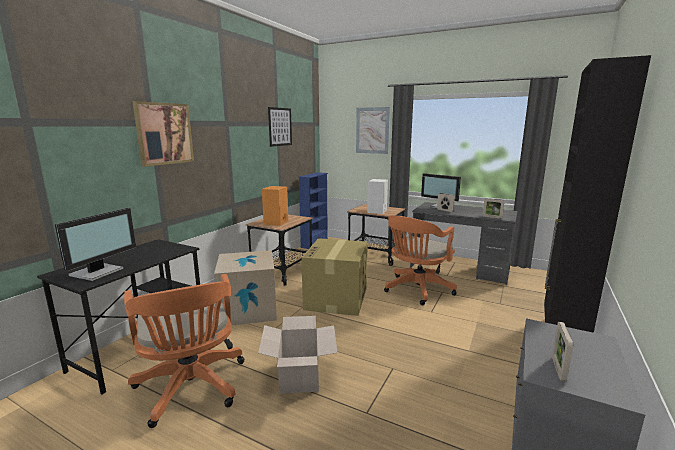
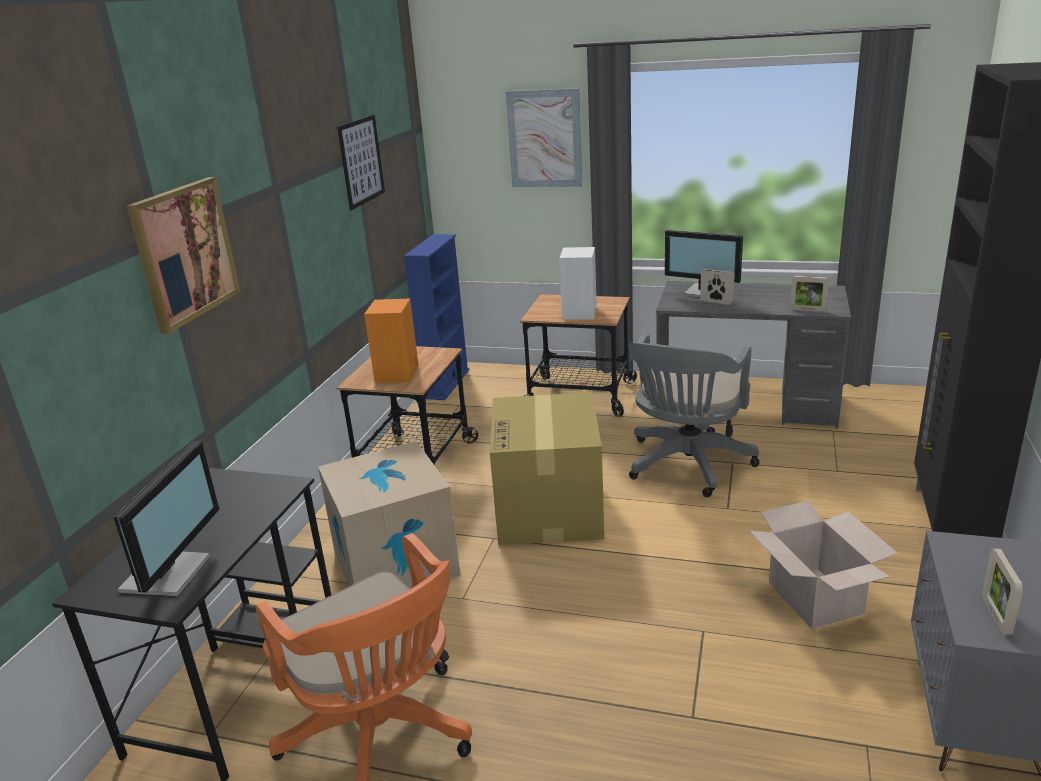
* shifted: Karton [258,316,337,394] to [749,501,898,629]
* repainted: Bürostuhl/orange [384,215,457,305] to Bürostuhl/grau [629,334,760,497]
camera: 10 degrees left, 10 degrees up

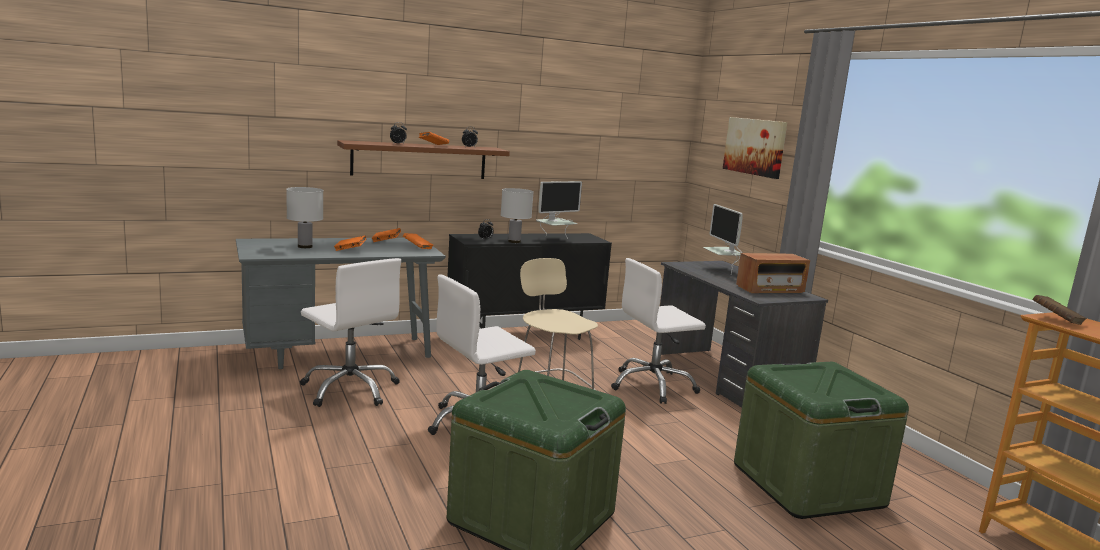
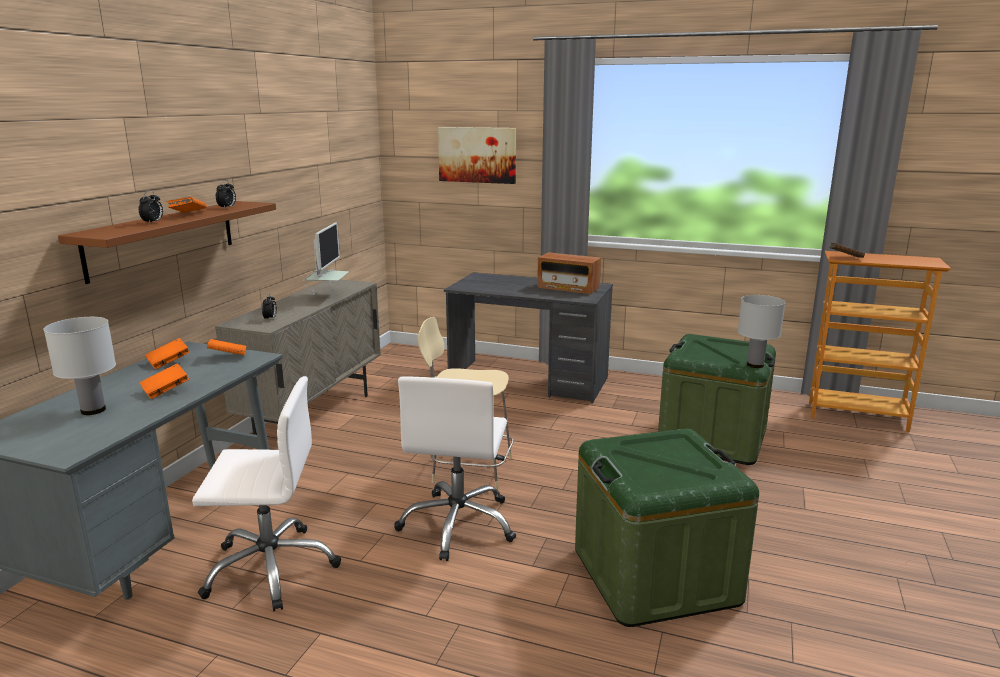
* repainted: Schrank/schwarz [447,233,612,340] to Schrank/beige [215,280,381,435]
* shifted: Tischlampe/weiß [501,188,534,243] to [738,295,786,368]
* gone: Bürostuhl/weiß [611,258,706,404]
* gone: Monitor [703,204,743,274]
* rotated: Radio [736,253,810,293] = [537,252,601,294] 90 degrees clockwise
camera: 45 degrees left, 5 degrees up

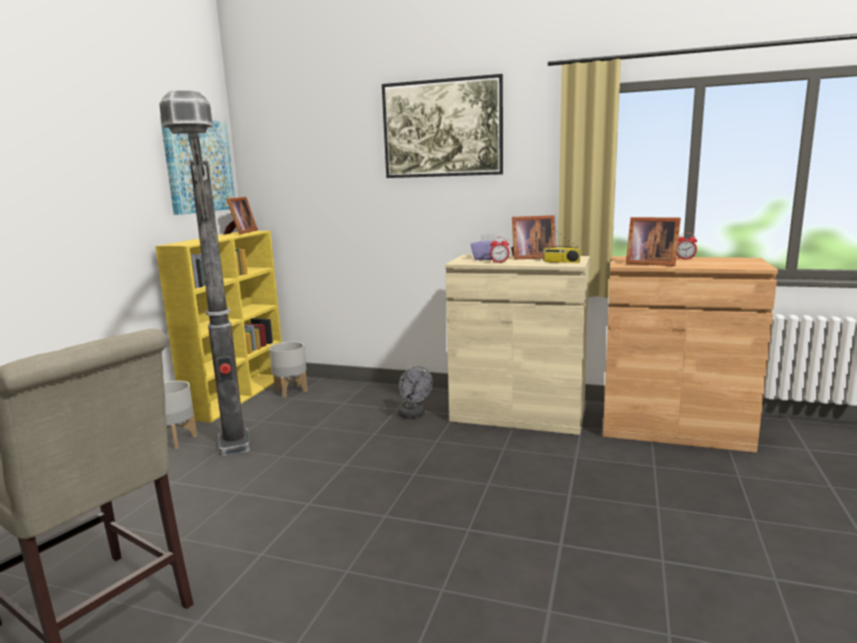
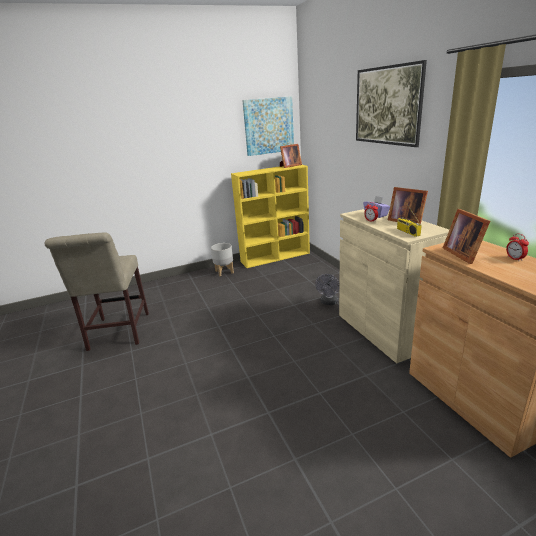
* gone: Stehlampe [159,90,251,456]
* gone: Pflanzkübel/grau [269,342,308,397]
camera: 50 degrees right, 10 degrees up

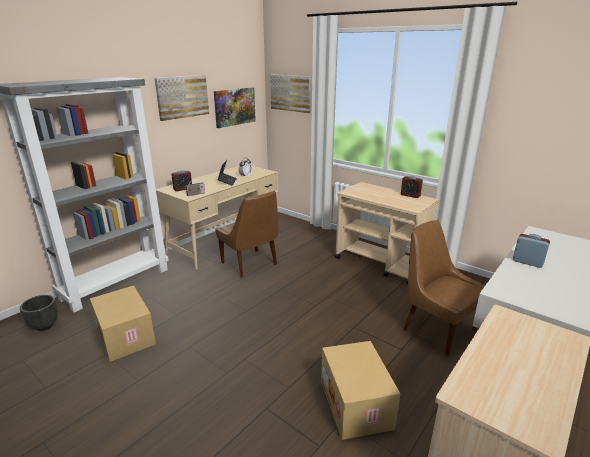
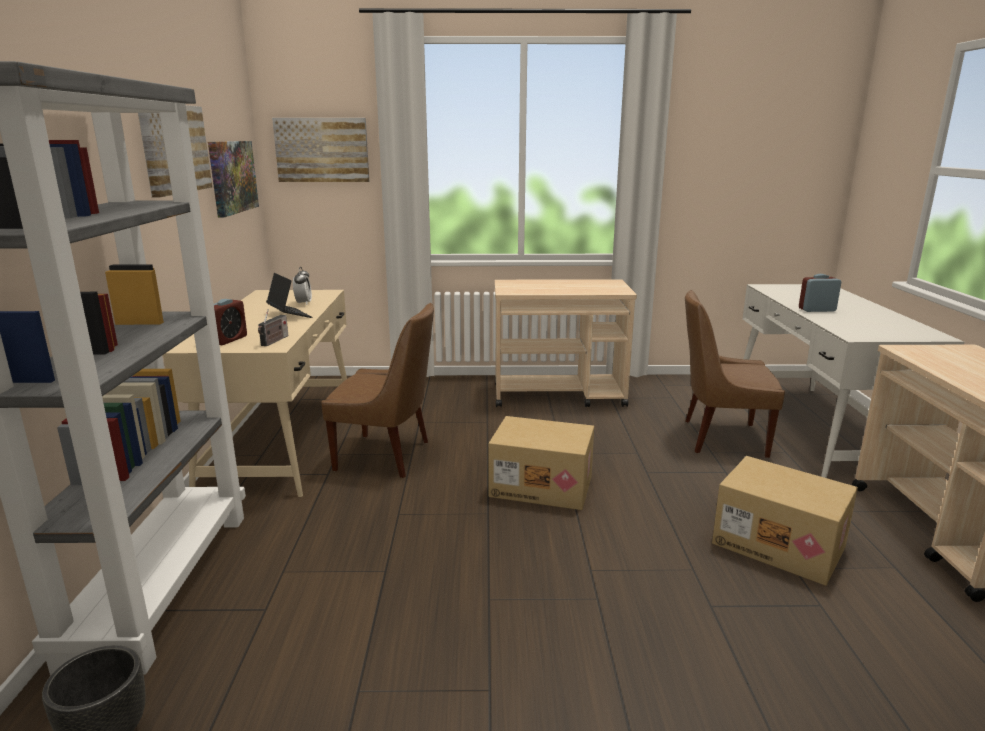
* shifted: Karton [90,286,156,362] to [488,416,594,510]
* gone: Wecker [401,176,423,198]
camera: 40 degrees left, 5 degrees down

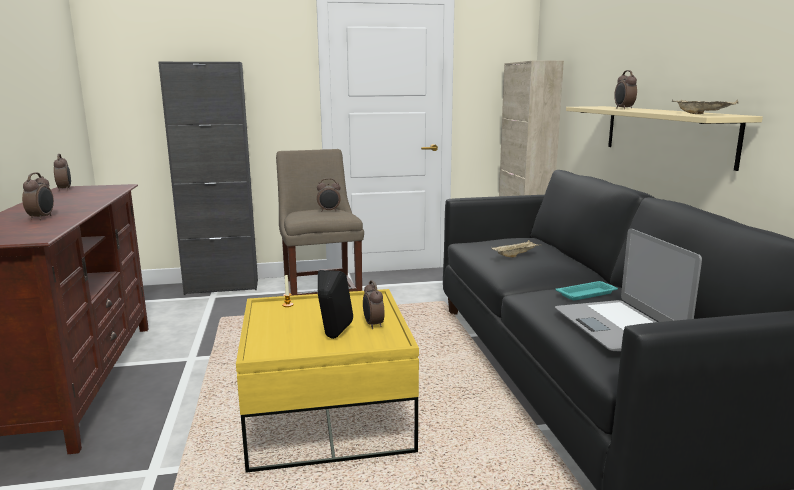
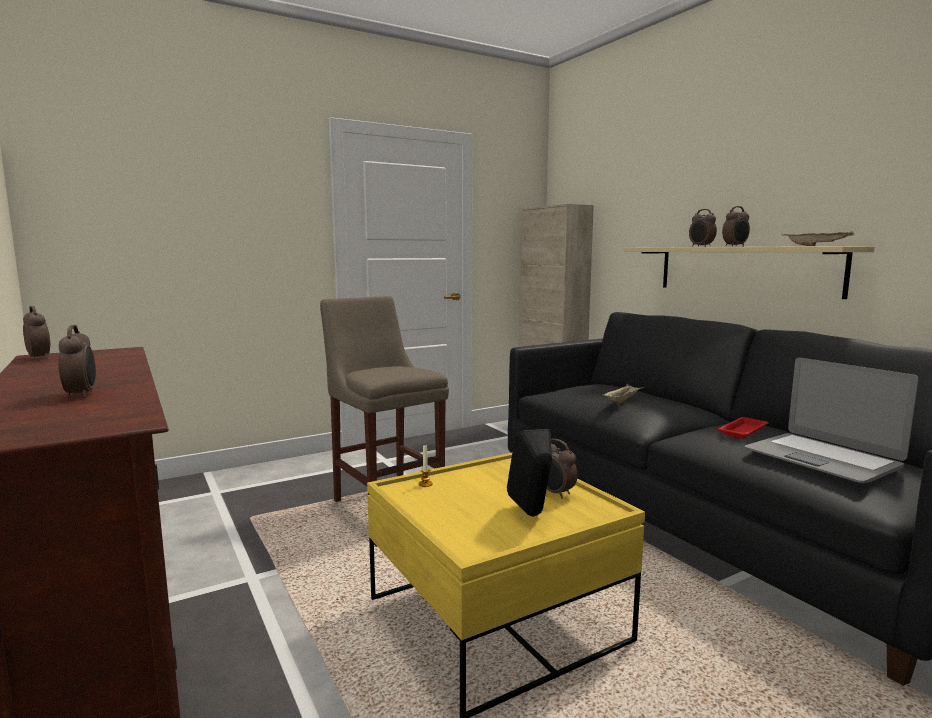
* gone: Schrank/schwarz [158,62,258,295]
* shifted: Wecker [317,178,341,212] to [722,206,750,247]
* repainted: Tablett/türkis [556,281,618,300] to Tablett/rot [718,417,769,439]
camera: 20 degrees left, 5 degrees down

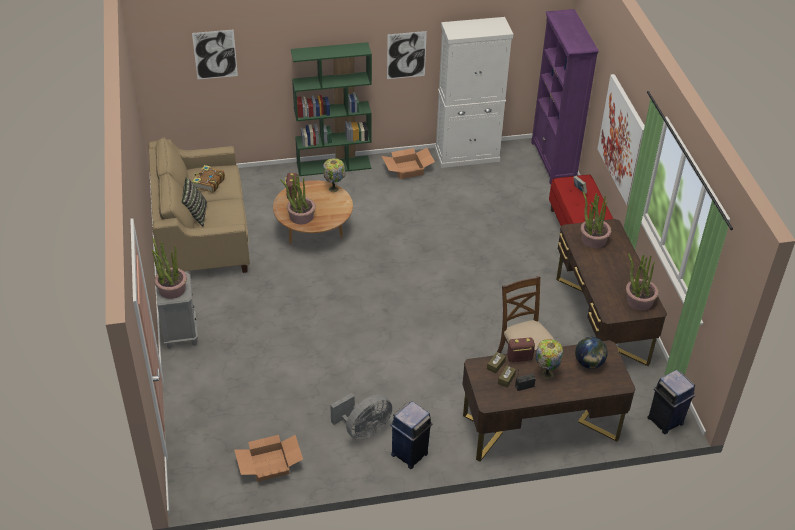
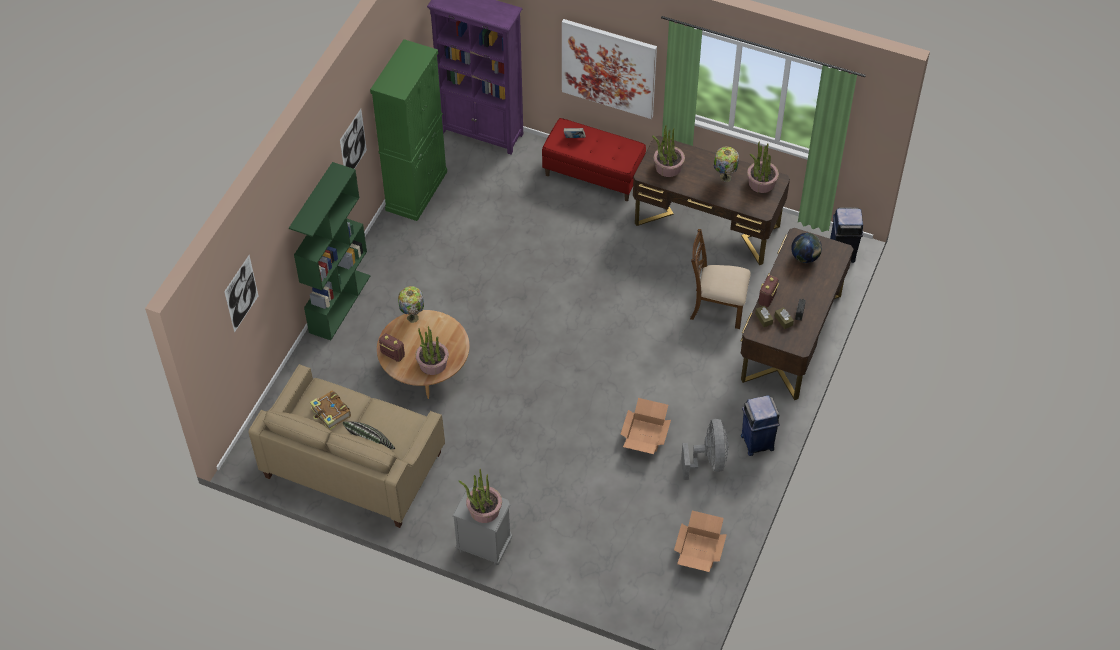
* shifted: Karton [382,148,435,179] to [620,398,671,454]
* repainted: Schrank/weiß [435,17,513,168] to Schrank/grün [370,39,447,221]
* shifted: Tischlampe [535,339,563,379] to [713,146,739,182]
camera: 55 degrees left, 10 degrees up

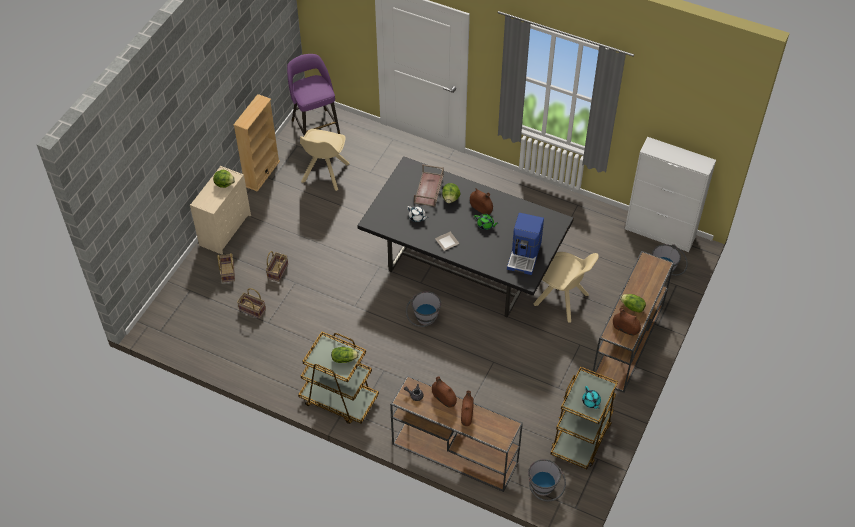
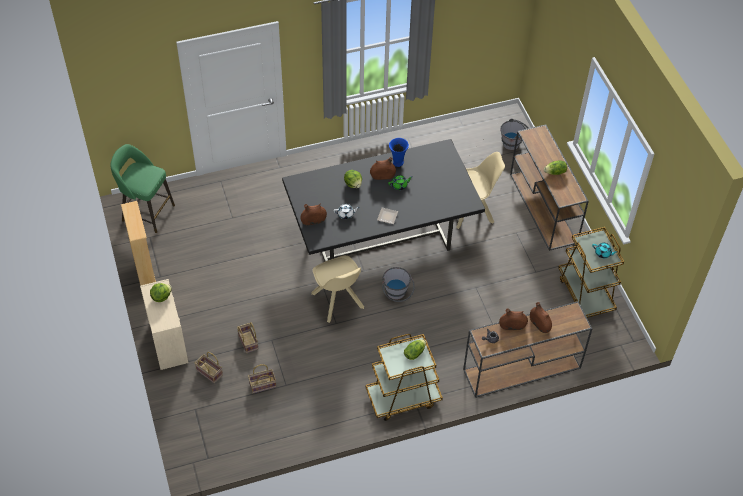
* repainted: Hocker/lila [287,54,340,135] to Hocker/grün [110,144,175,233]
* shifted: Stuhl/beige [300,129,349,191] to [311,255,364,323]
* gone: Tablett/braun [414,164,444,207]
* gone: Kaffeemaschine [507,213,544,275]
* gone: Eimer/grau [528,459,566,502]
* shifted: Vase/braun [613,308,641,336] to [300,203,327,225]
* gone: Schrank/weiß [625,137,716,252]
* new: Vase/blau [389,138,409,167]
camera: 45 degrees left, 0 degrees up

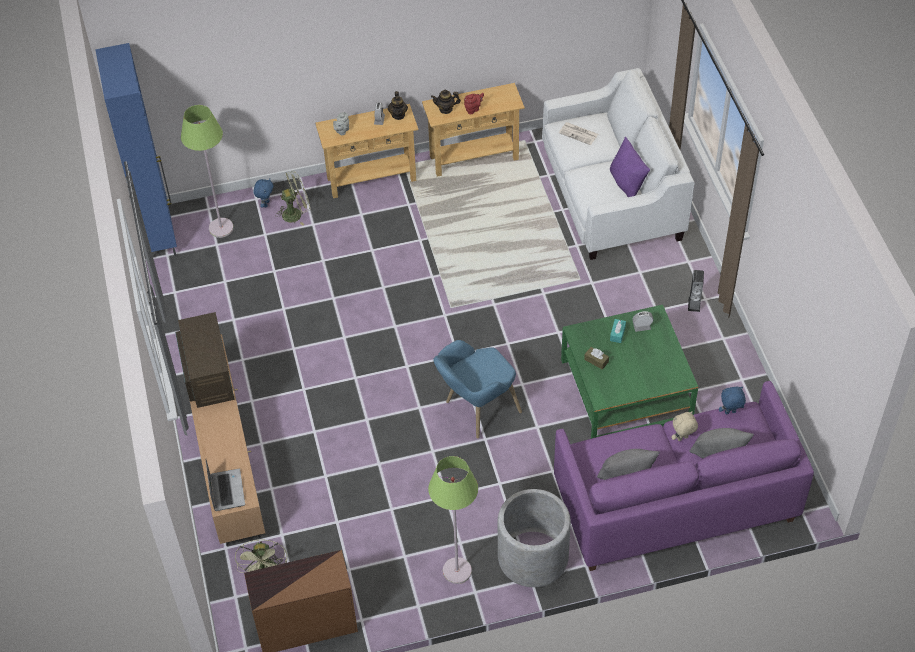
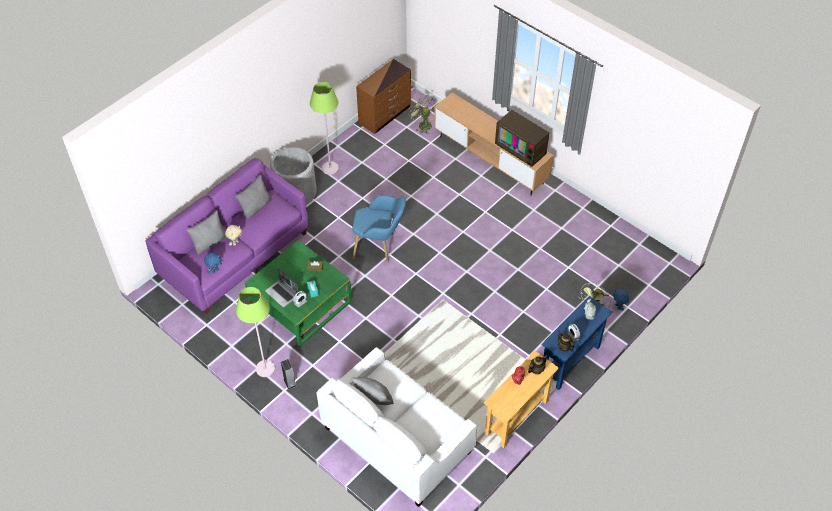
* gone: Schrank/blau [95,43,177,256]
* shifted: Stehlampe/grün [181,105,234,238] to [236,287,275,377]
* shifted: Laptop [206,460,245,511] to [265,268,298,308]
* repainted: Konsolentisch/beige [315,104,418,198] to Konsolentisch/blau [541,296,613,390]
* rotated: Sessel/blau [434,340,522,439] = [352,195,406,262] 75 degrees clockwise
* gone: Zeitung [559,122,598,145]
* repainted: Kissen/lila [610,137,650,197] to Kissen/grau [351,377,394,405]
camera: 145 degrees right, 0 degrees up

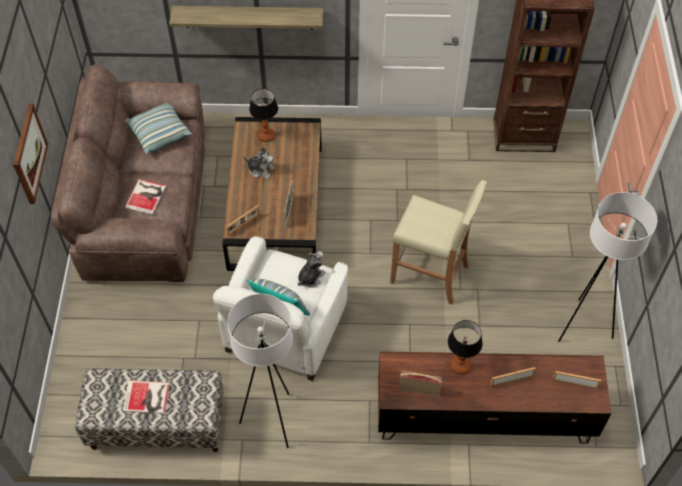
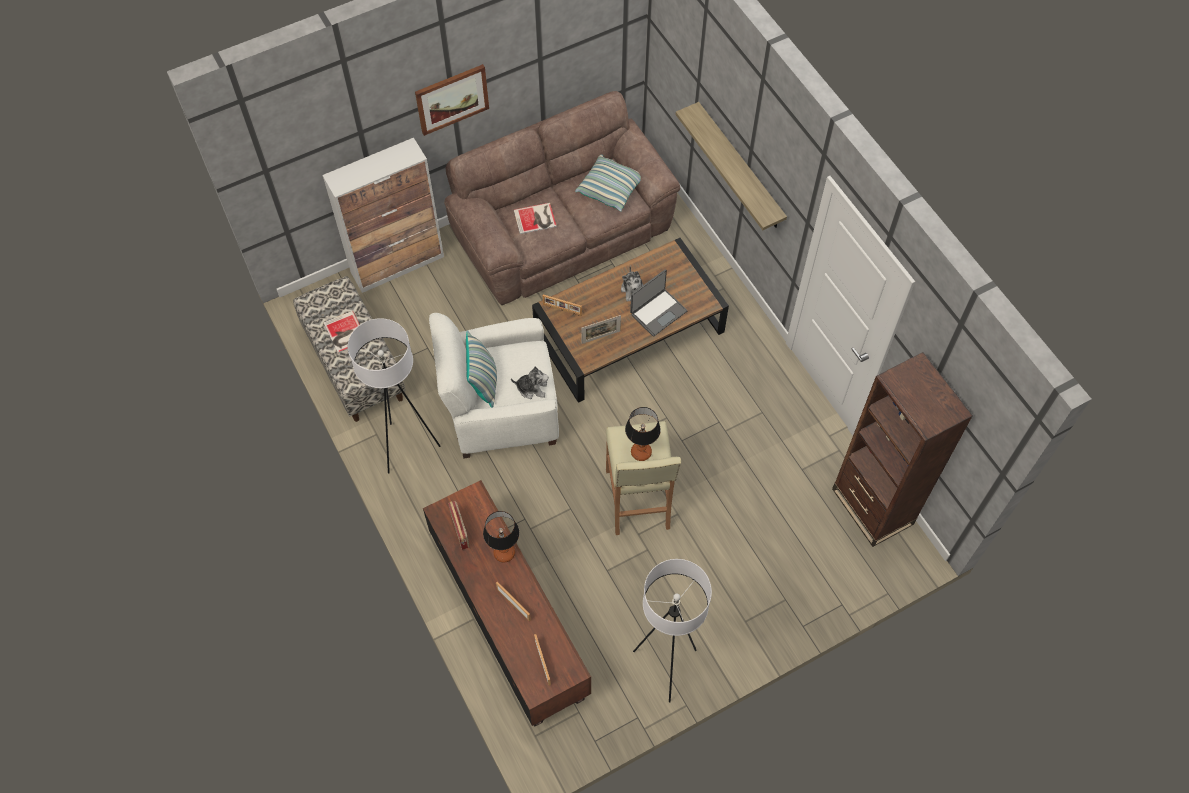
* shifted: Tischlampe [249,88,278,142] to [625,407,661,461]
* new: Schrank [322,138,444,293]
* new: Laptop [630,269,688,337]
camera: 60 degrees right, 5 degrees up

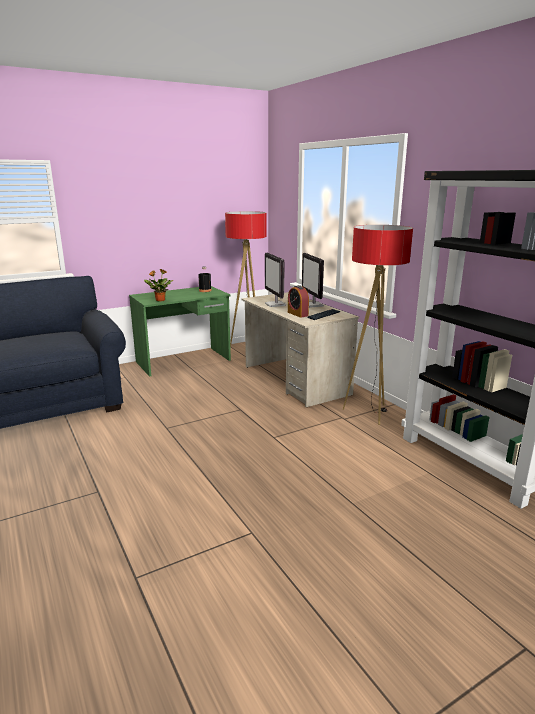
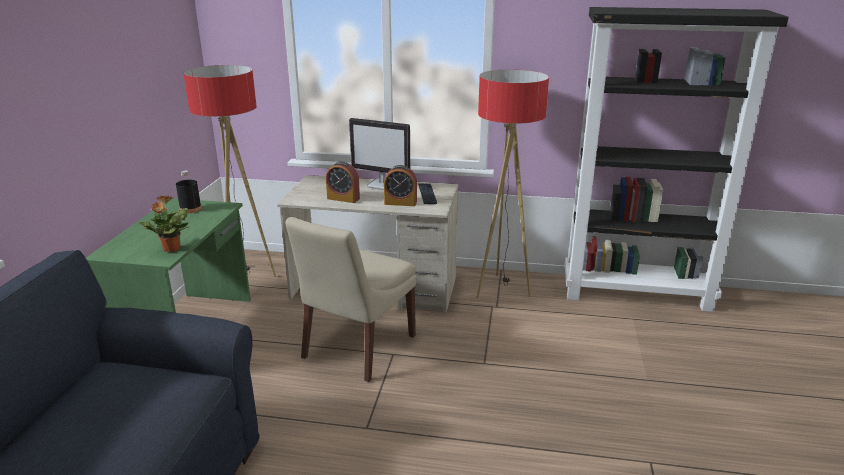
* swapped: Monitor [265,253,286,307] to Wecker [326,161,360,203]
* new: Stuhl/beige [286,217,417,382]
camera: 50 degrees left, 5 degrees up

